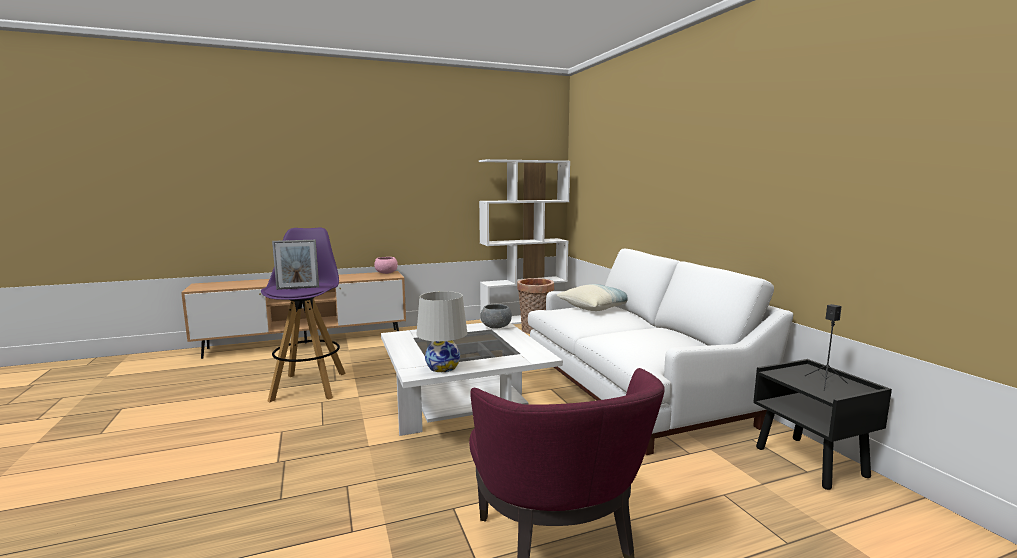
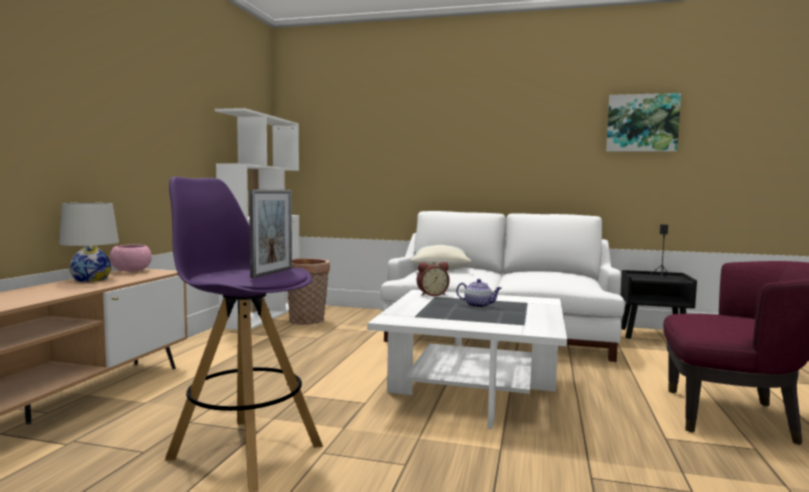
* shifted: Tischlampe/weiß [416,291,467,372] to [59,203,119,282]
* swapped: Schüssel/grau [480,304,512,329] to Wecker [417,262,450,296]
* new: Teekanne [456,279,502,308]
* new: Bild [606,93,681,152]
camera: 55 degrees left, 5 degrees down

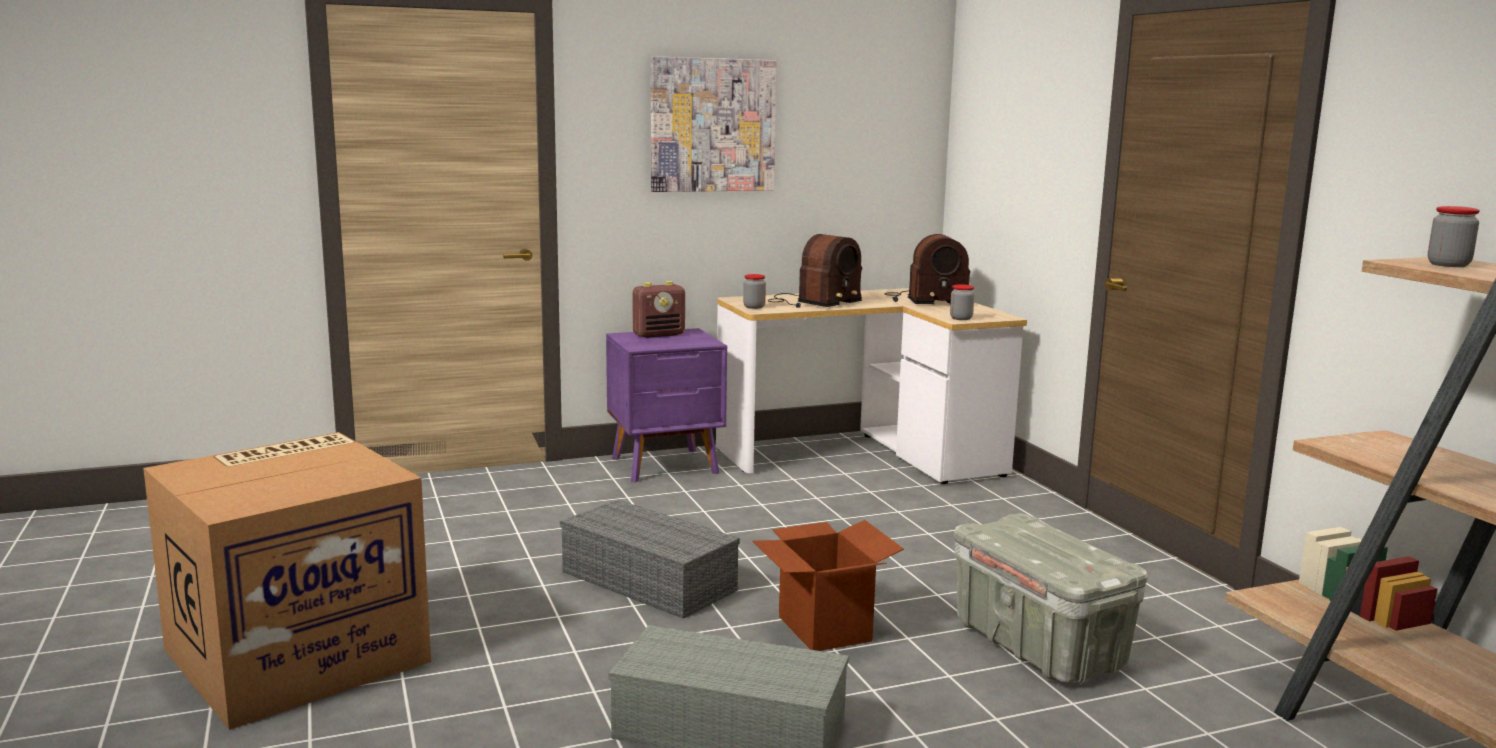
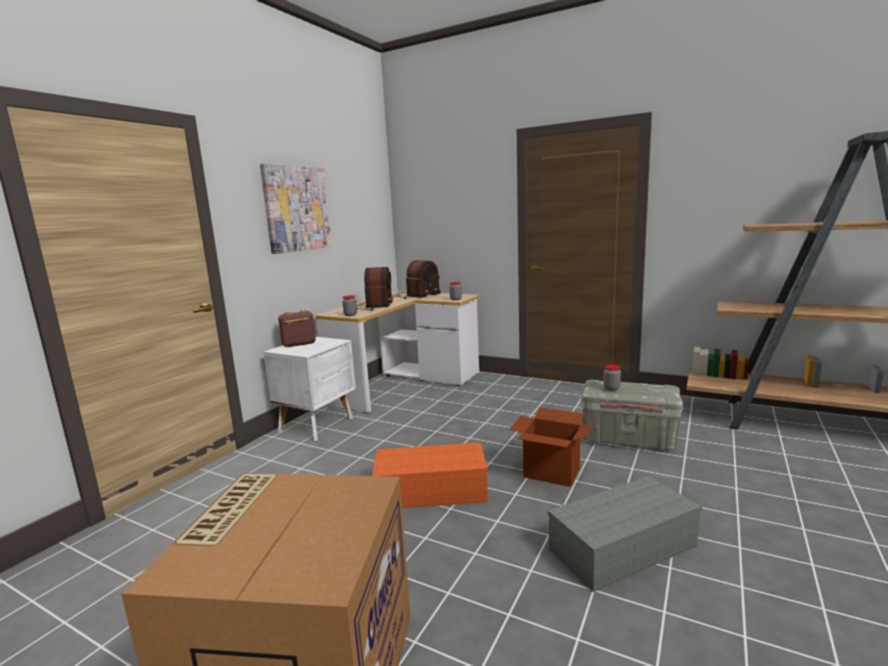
* repainted: Aufbewahrungsbox/grau [560,500,740,619] to Aufbewahrungsbox/orange [372,442,488,508]
* repainted: Nachttisch/lila [606,328,727,483] to Nachttisch/weiß [264,337,356,441]
* rotated: Radio [632,281,685,338] = [278,309,316,347] 135 degrees counterclockwise
* shifted: Vorratsglas [1428,206,1480,267] to [603,364,621,391]
camera: 40 degrees left, 0 degrees up

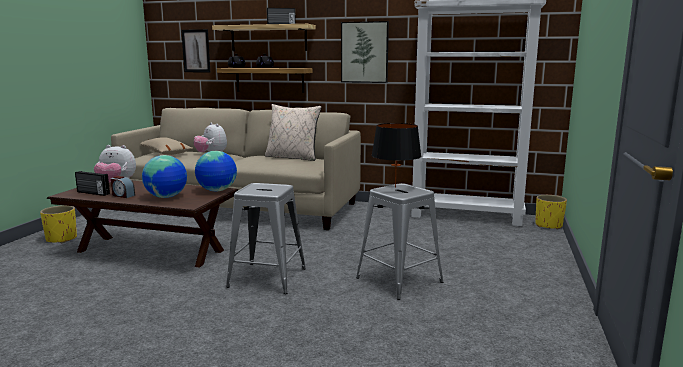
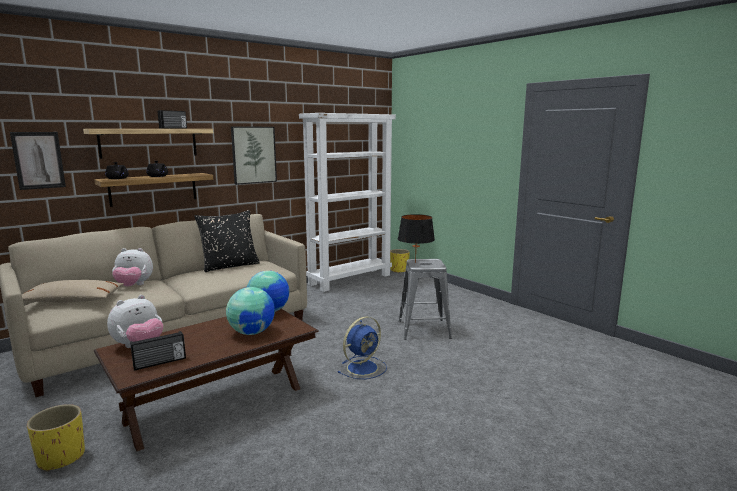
* gone: Wecker [111,176,135,198]
* swapped: Hocker/grau [226,183,306,294] to Ventilator/blau [337,316,387,379]
* repainted: Kissen/beige [265,104,321,161] to Kissen/schwarz [194,210,260,272]
camera: 55 degrees left, 0 degrees up

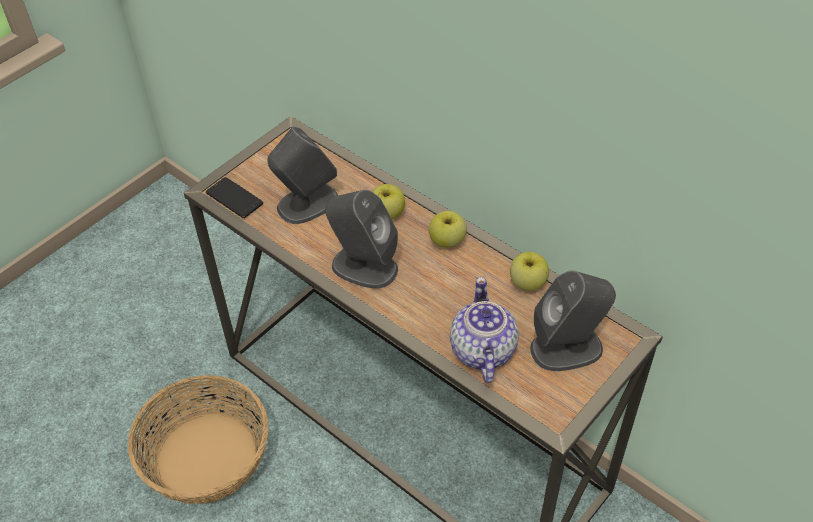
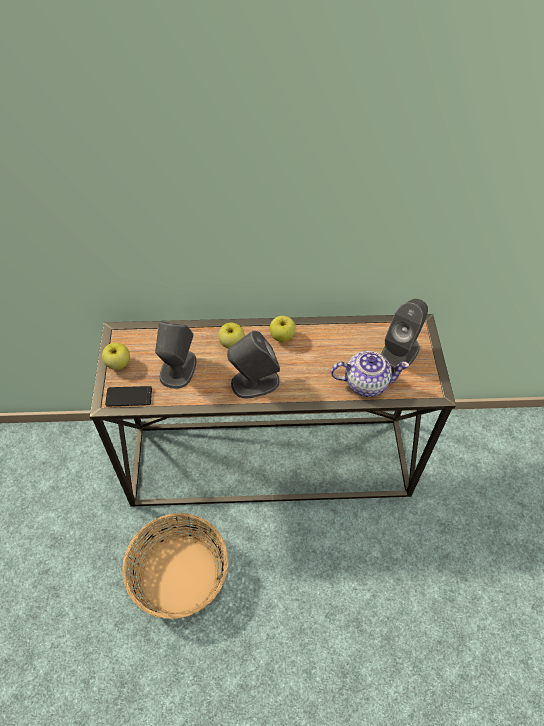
* rotated: Teekanne [450,277,519,383] = [331,351,409,397] 135 degrees clockwise
* shifted: Apfel [510,252,549,291] to [102,343,130,370]
camera: 45 degrees left, 5 degrees up

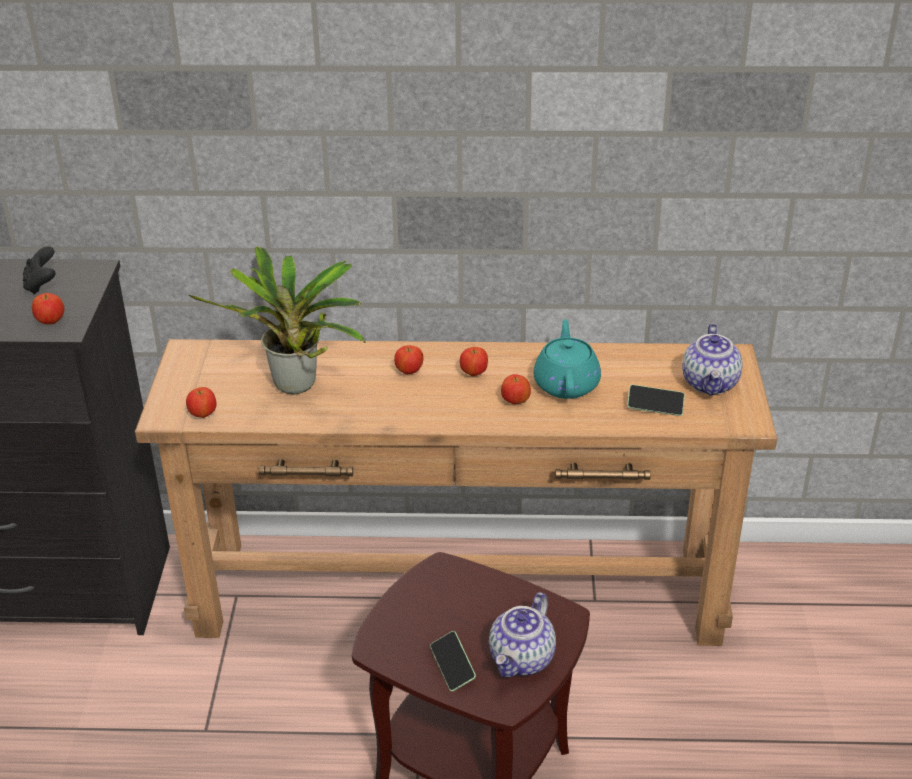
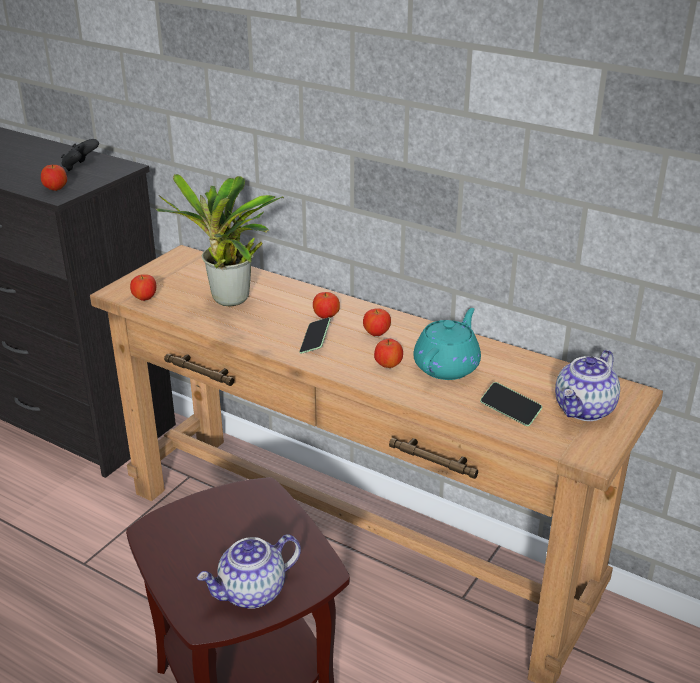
* shifted: Handy [430,631,476,691] to [299,317,331,354]
camera: 30 degrees right, 5 degrees down

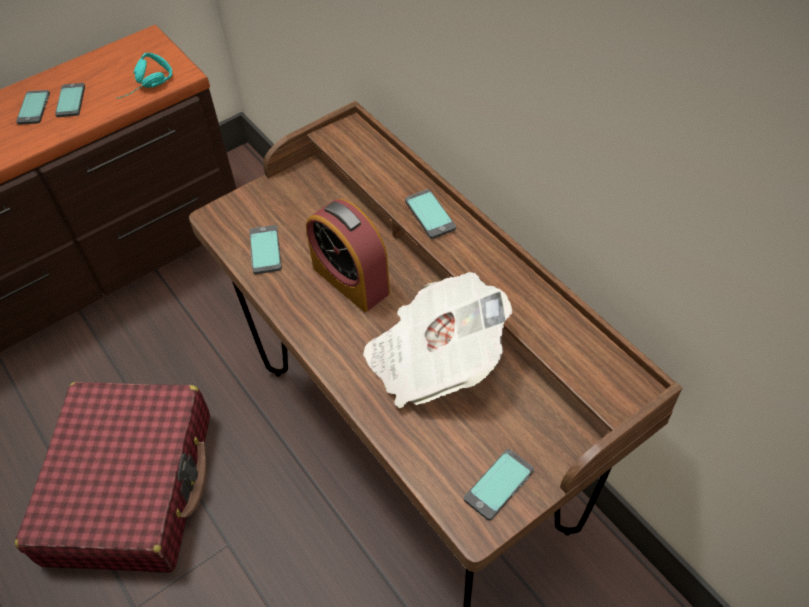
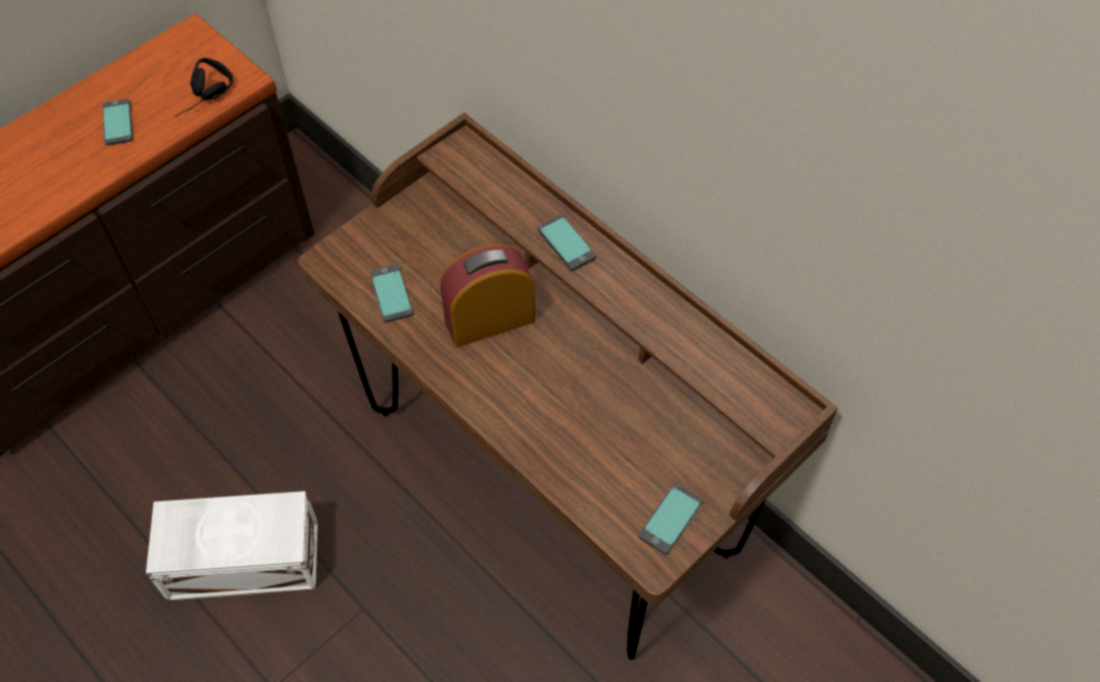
* swapped: Koffer/rot [15,382,210,573] to Aufbewahrungsbox/weiß [146,491,318,601]
* gone: Handy [16,90,50,125]
* repainted: Kopfhörer/türkis [116,53,172,98] to Kopfhörer/schwarz [175,58,234,117]
* rotated: Wecker [306,199,390,312] = [440,244,535,347] 120 degrees clockwise
* gone: Zeitung [363,272,512,408]
camera: 10 degrees left, 5 degrees up

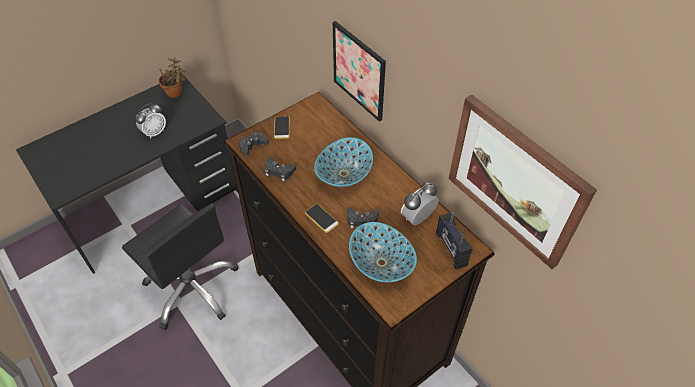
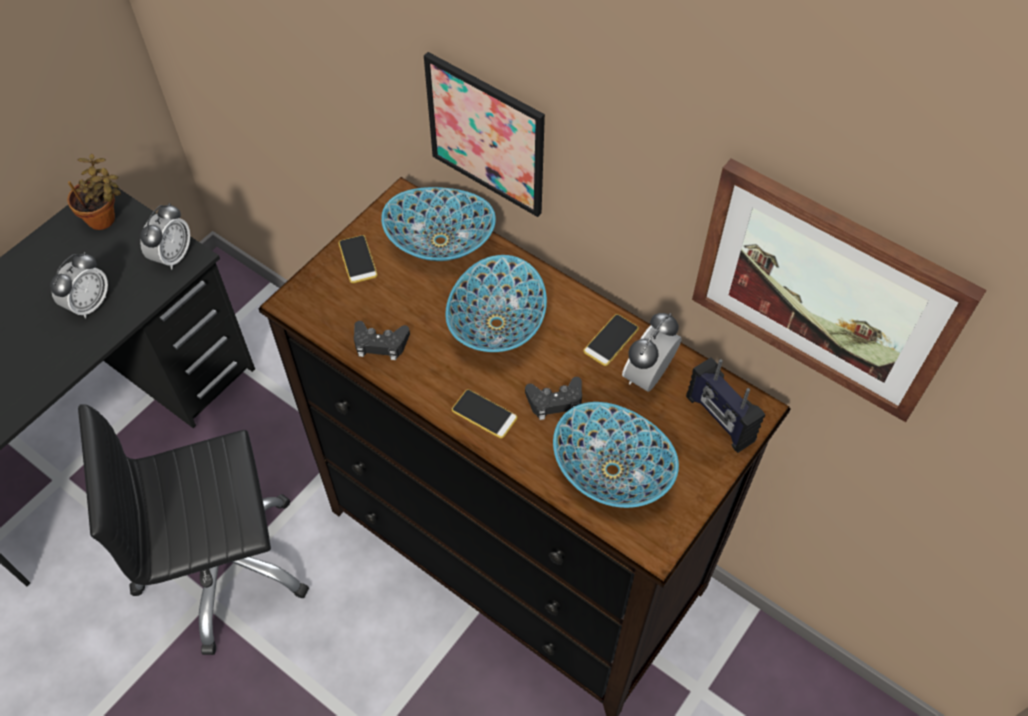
* rotated: Bürostuhl/schwarz [122,204,239,330] = [78,404,309,655] 135 degrees clockwise
* gone: Gamepad/schwarz [238,131,269,156]
* new: Wecker [140,203,190,270]
* new: Schüssel [381,187,496,261]
* new: Handy [583,314,639,366]
camera: 15 degrees left, 5 degrees up

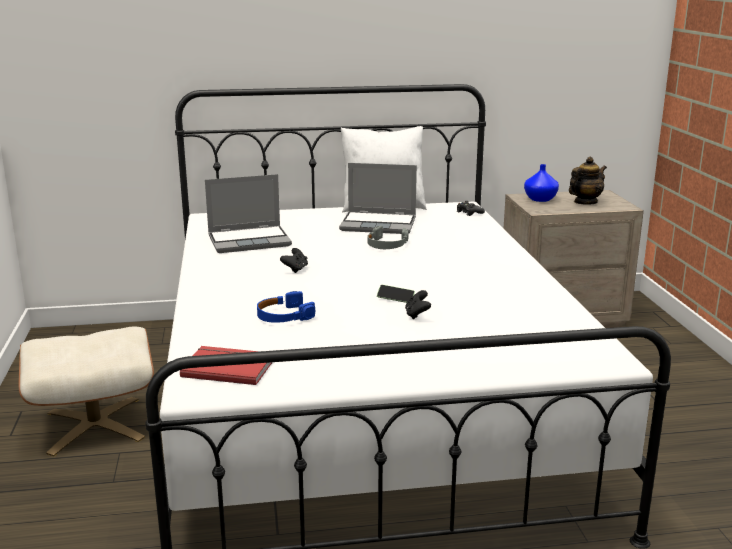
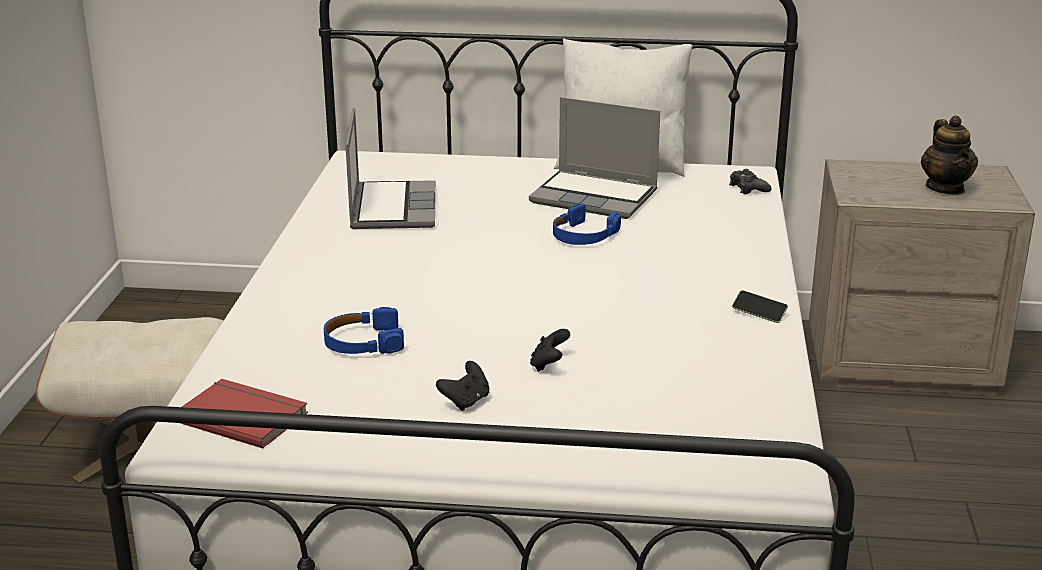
* rotated: Laptop [205,174,292,253] = [345,108,436,229] 90 degrees counterclockwise
* shifted: Gamepad/schwarz [280,248,308,273] to [436,361,490,411]
* repainted: Kopfhörer/grau [367,226,409,249] to Kopfhörer/blau [553,203,621,245]
* shifted: Handy [377,285,415,303] to [732,290,788,323]
* gone: Vase/blau [524,164,559,202]
* rotated: Teekanne [569,157,607,204] = [921,116,978,195] 105 degrees clockwise
camera: 15 degrees right, 5 degrees up

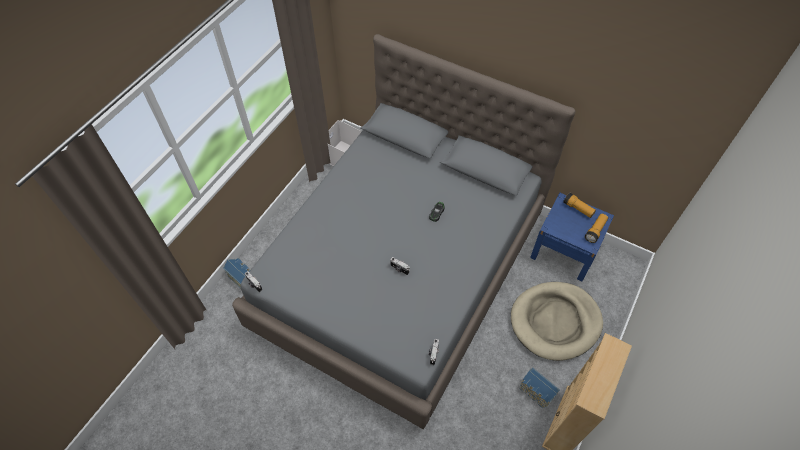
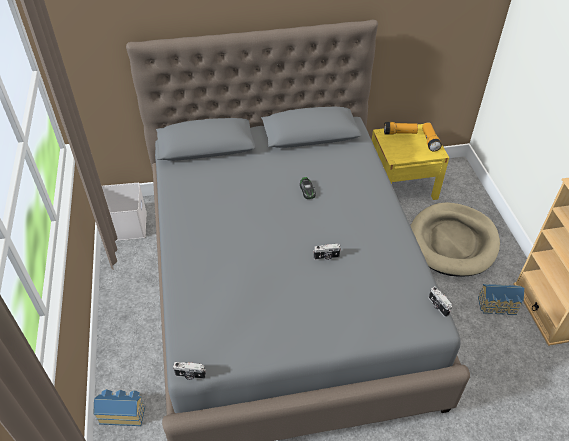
* repainted: Nachttisch/blau [530,193,614,281] to Nachttisch/gelb [372,124,449,200]
camera: 40 degrees left, 10 degrees down

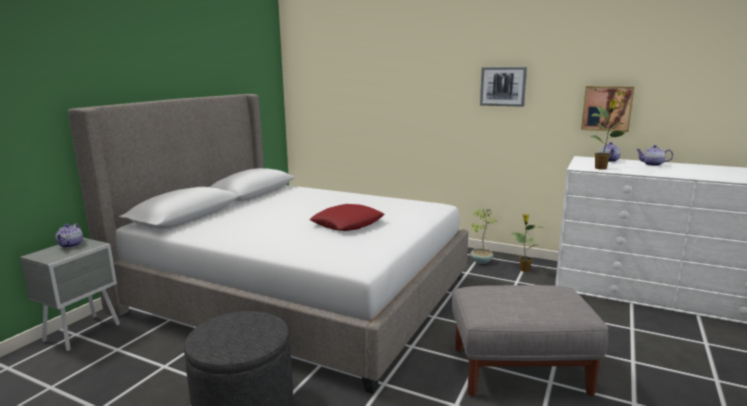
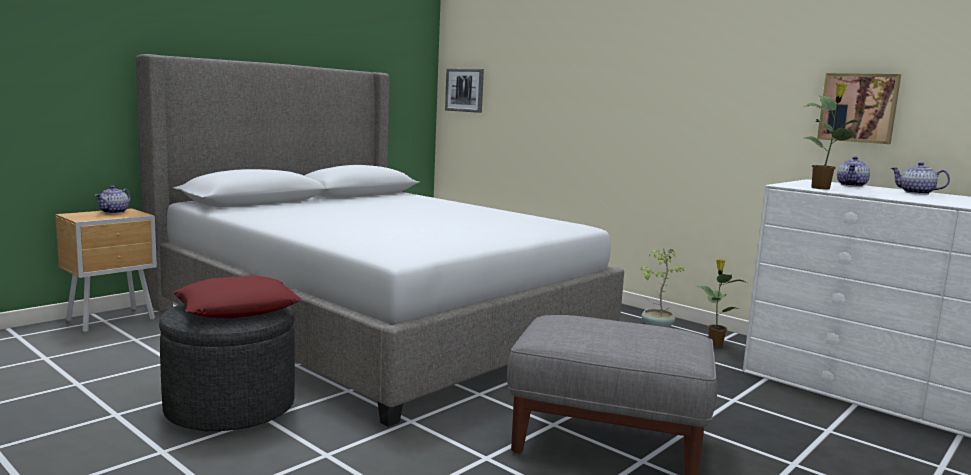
* repainted: Nachttisch/grau [20,238,120,351] to Nachttisch/braun [55,208,157,333]
* shifted: Kissen/rot [309,204,384,231] to [173,276,301,318]
* shifted: Bild [480,67,527,107] to [445,69,484,113]
camera: 15 degrees right, 5 degrees down

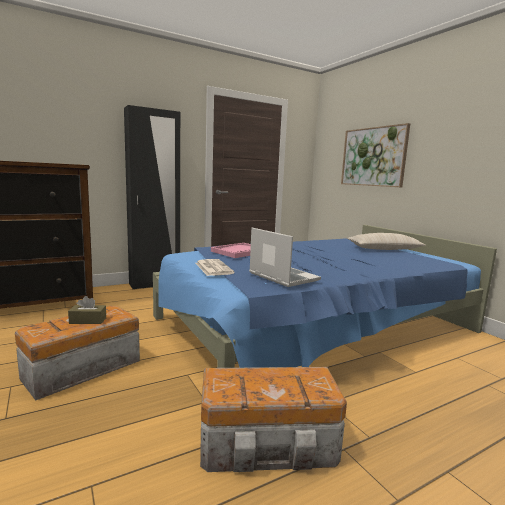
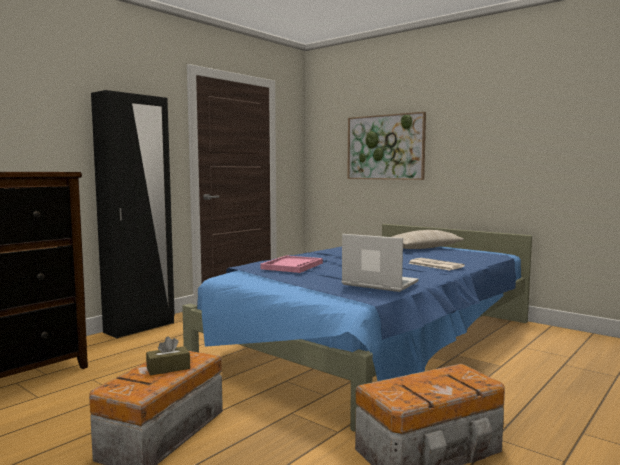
* shifted: Zeitung [196,259,235,276] to [408,258,465,270]
camera: 20 degrees left, 5 degrees down

